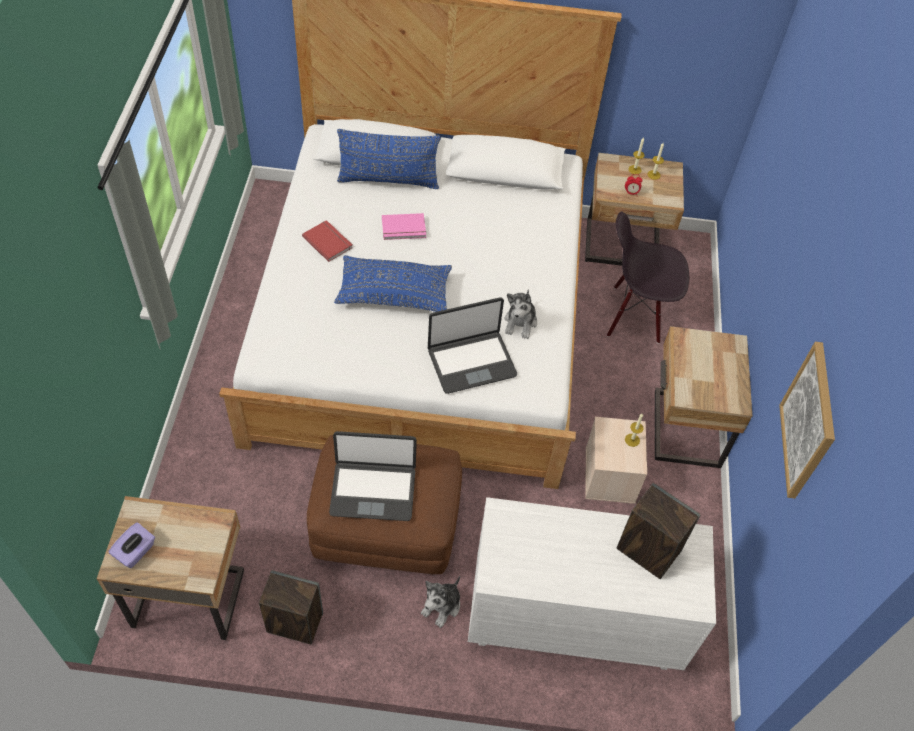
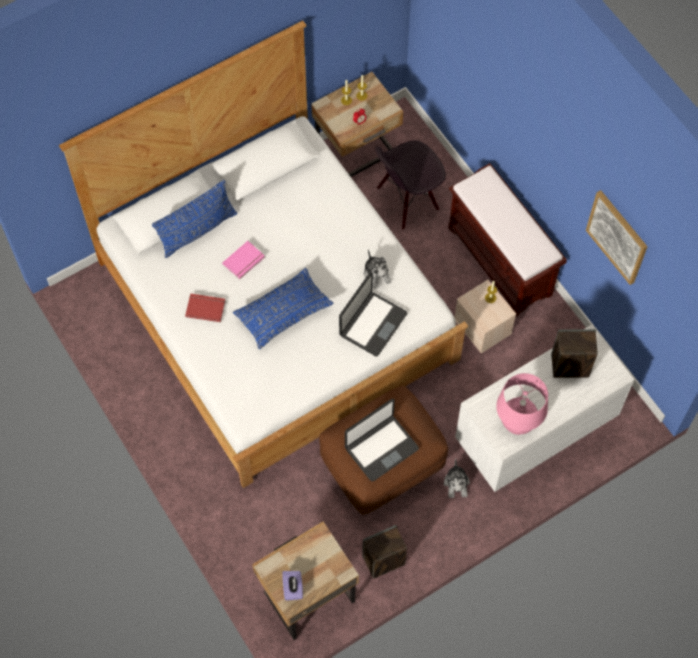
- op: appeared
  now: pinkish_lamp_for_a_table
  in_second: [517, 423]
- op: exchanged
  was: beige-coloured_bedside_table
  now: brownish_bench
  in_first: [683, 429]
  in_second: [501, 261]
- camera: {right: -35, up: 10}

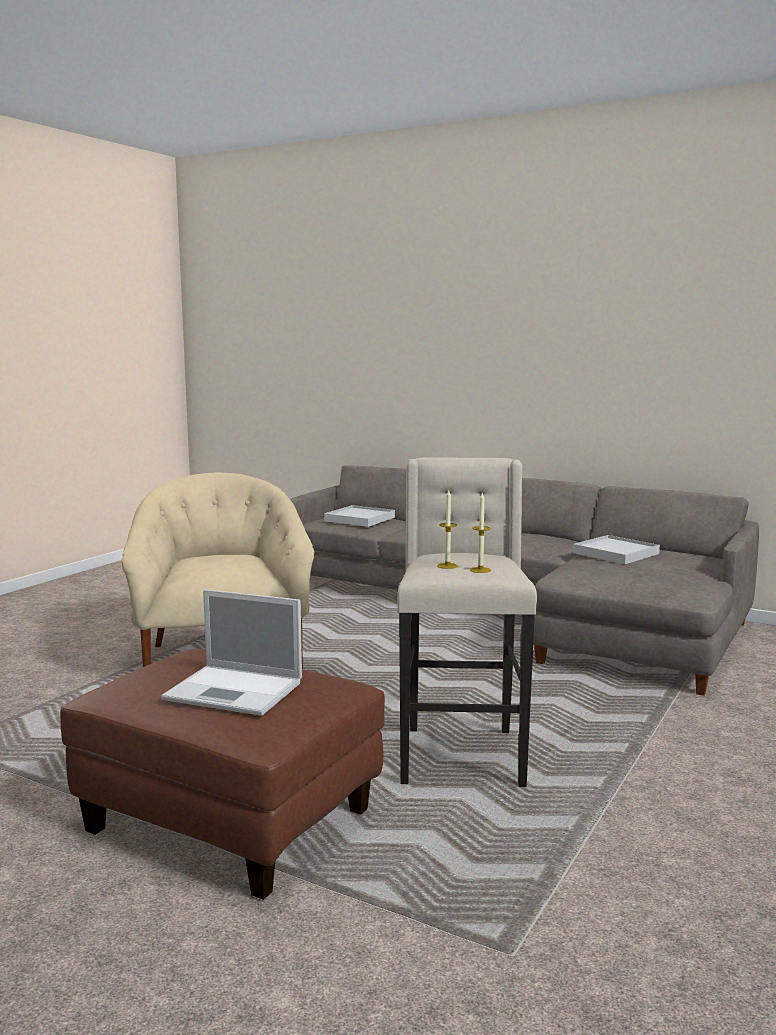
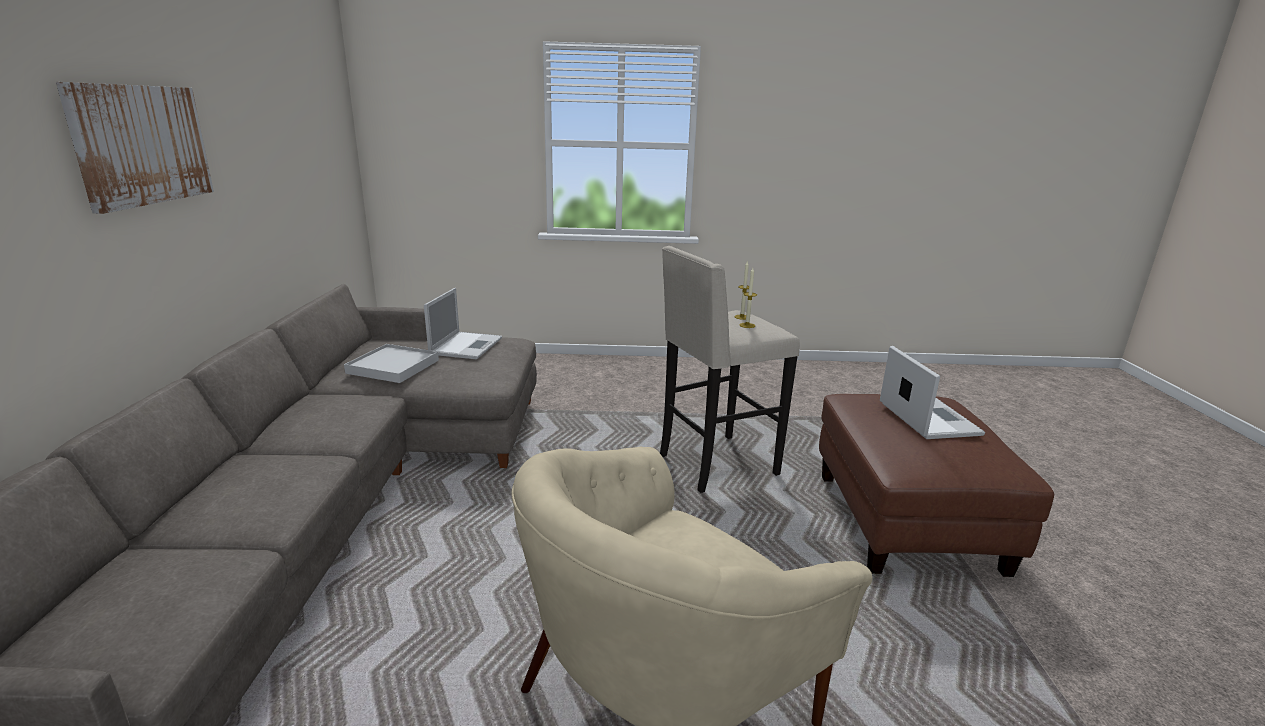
- op: missing
  was: white-coloured_tray
  in_first: [360, 519]
- op: appeared
  now: picture
  in_second: [141, 145]
- op: appeared
  now: notebook_computer
  in_second: [466, 345]
- camera: {right: -120, up: 10}

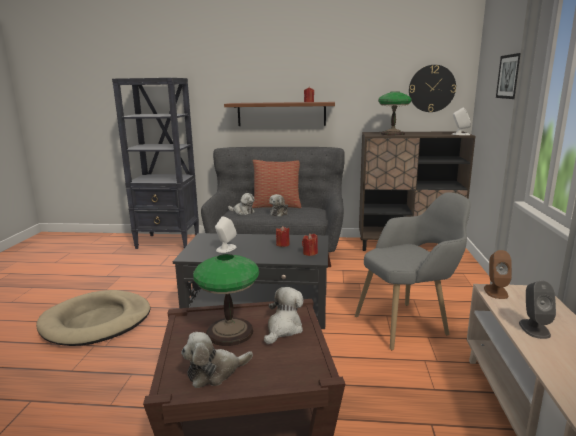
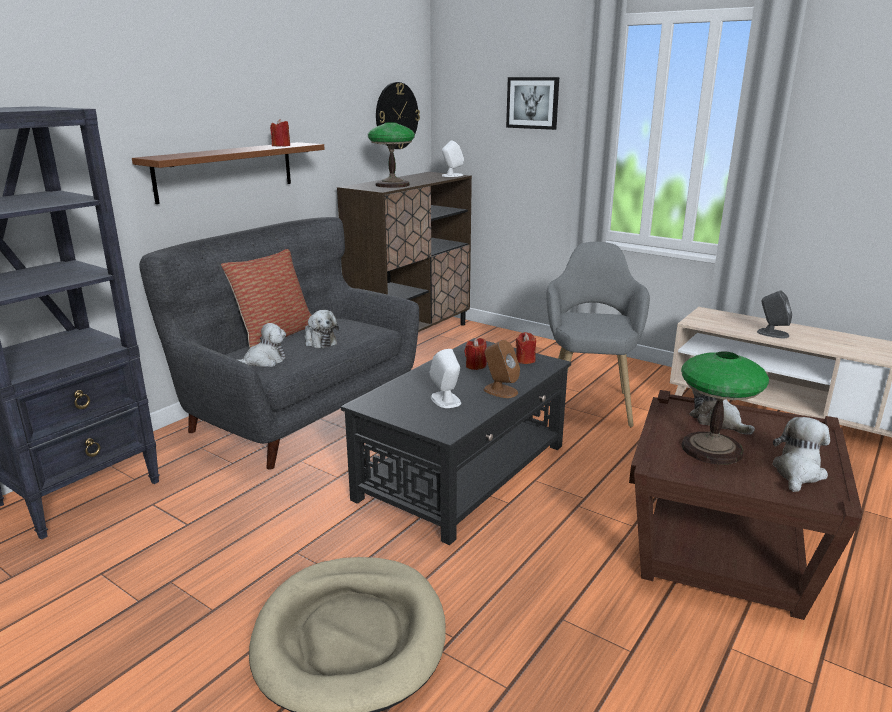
- op: relocated
  was: brownish_speaker
  in_first: [495, 291]
  in_second: [500, 391]
- op: spun
  was: soft_toy
  in_first: [215, 372]
  in_second: [797, 473]
  clockwise: -150
- camera: {right: -60, up: 5}

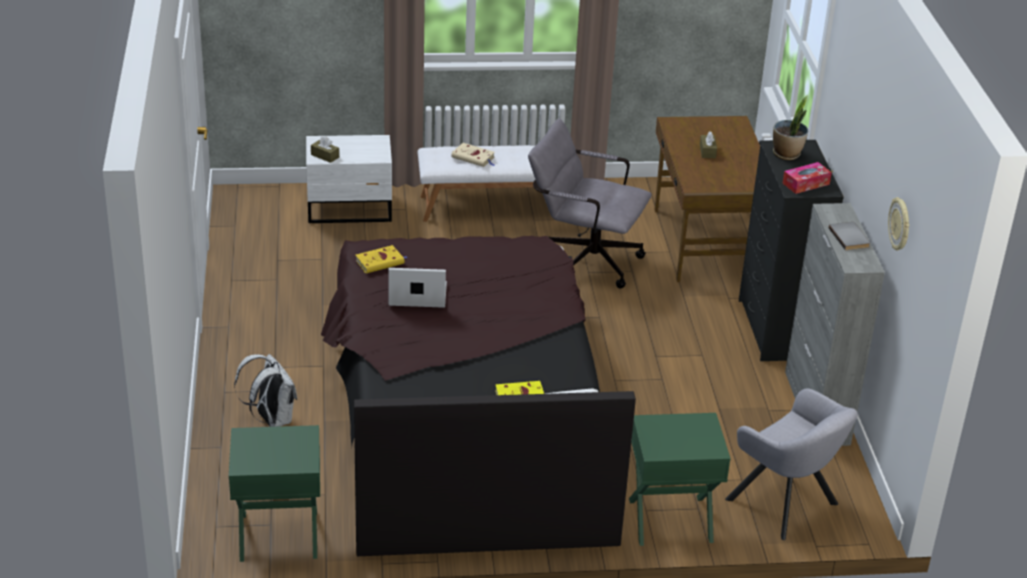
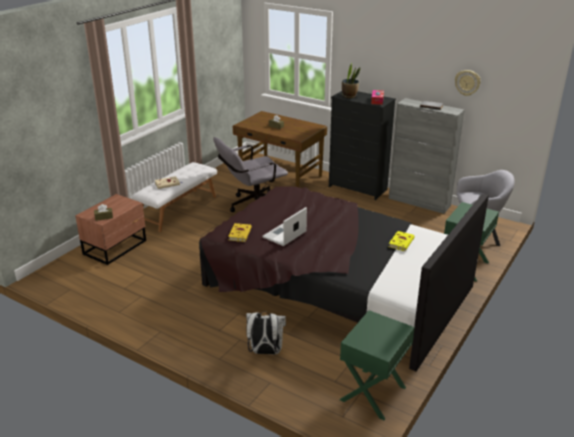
- op: colour
  was: white-coloured_bedside_table
  now: brownish_bedside_table
  in_first: [351, 209]
  in_second: [116, 247]
- camera: {right: -50, up: -5}

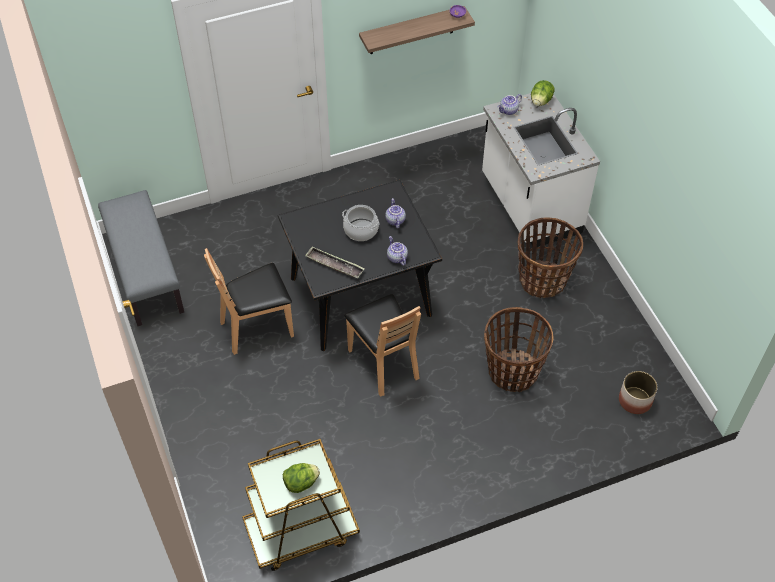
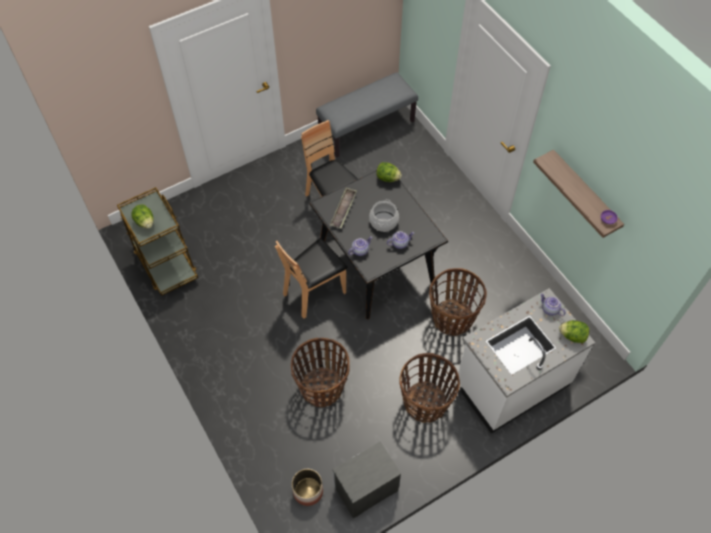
- op: appeared
  now: bedside_table
  in_second: [365, 489]
- op: appeared
  now: head_of_lettuce
  in_second: [387, 178]
- op: appeared
  now: basket
  in_second: [452, 318]
- camera: {right: 80, up: 5}

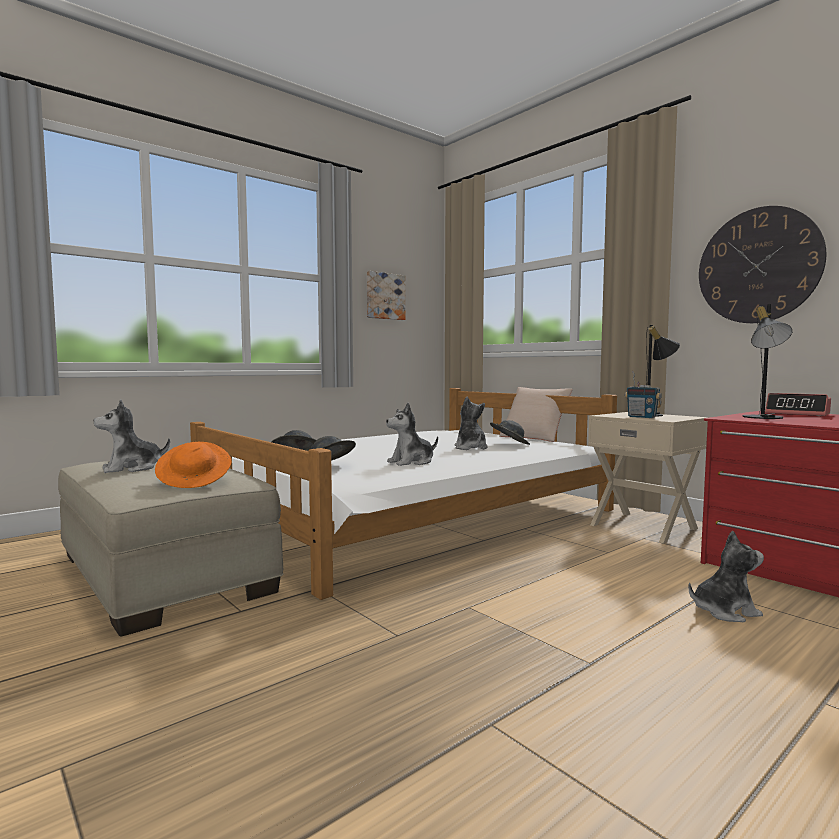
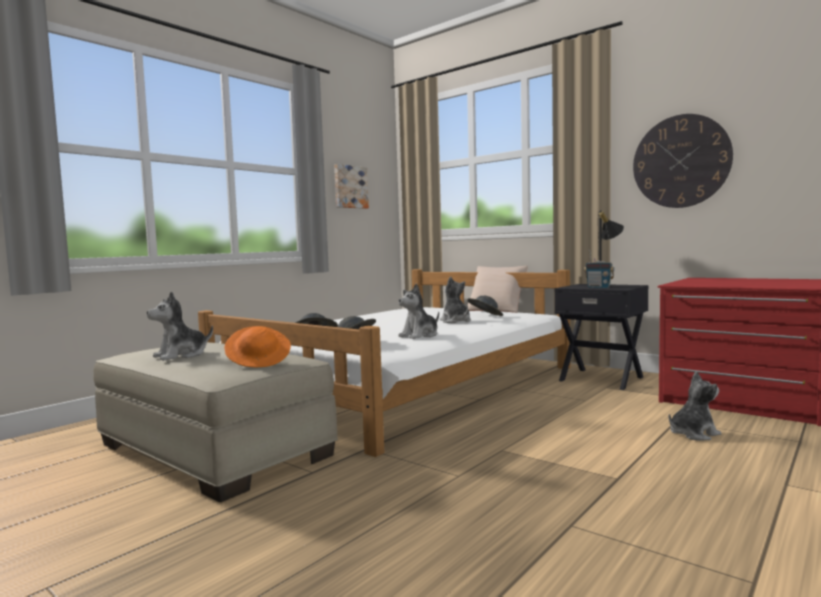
- op: missing
  was: black-coloured_lamp_for_a_table
  in_first: [763, 418]
- op: missing
  was: bedside_clock
  in_first: [798, 414]
- op: colour
  was: beige-coloured_bedside_table
  now: black-coloured_bedside_table
  in_first: [644, 526]
  in_second: [601, 378]
- camera: {right: -10, up: 0}

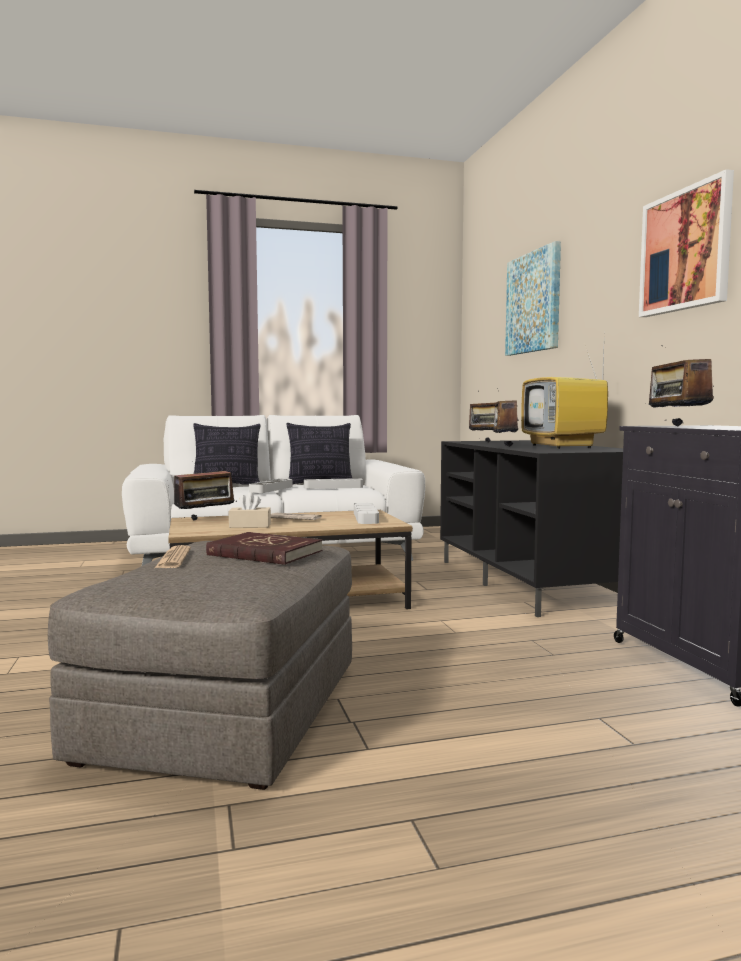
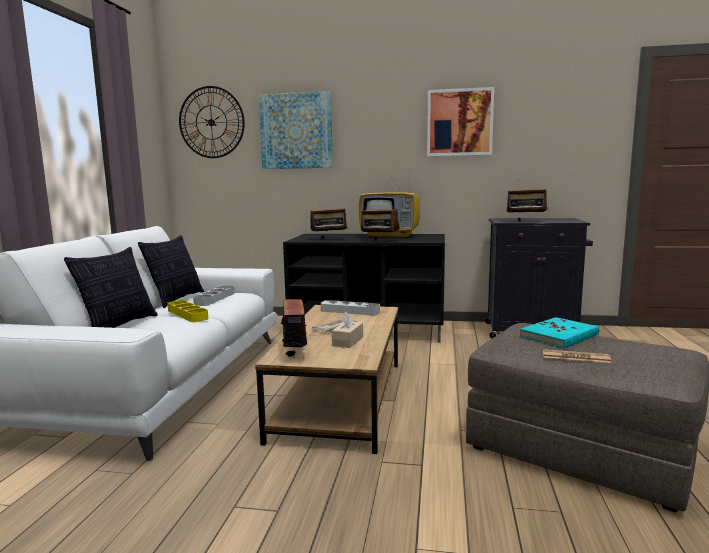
- op: appeared
  now: wall_clock
  in_second: [211, 122]
- op: colour
  was: red-coloured_bound_book
  now: blue-green_bound_book
  in_first: [264, 553]
  in_second: [559, 336]
- op: colour
  was: grey_tray
  now: yellowish_tray
  in_first: [271, 489]
  in_second: [187, 314]
- camera: {right: -65, up: 5}

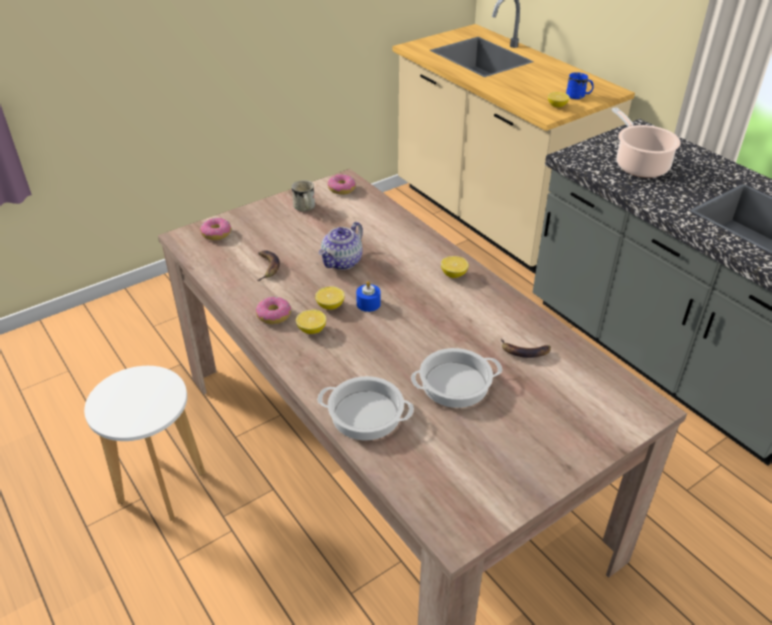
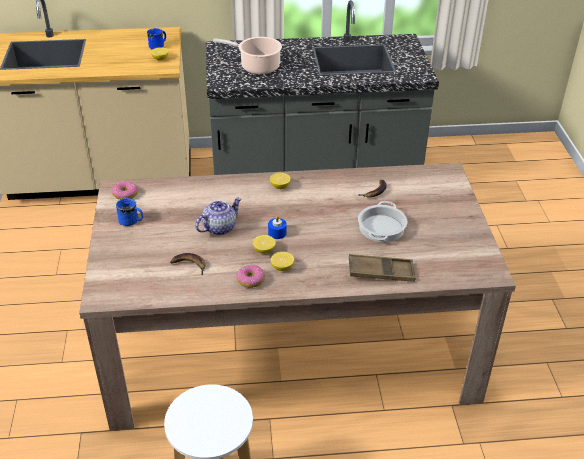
- op: missing
  was: ring_doughnut
  in_first: [216, 234]
- op: exchanged
  was: cooking_pot
  now: brownish_tray
  in_first: [366, 414]
  in_second: [381, 272]
- op: colour
  was: white-coloured_tea_mug
  now: bluish_tea_mug
  in_first: [304, 209]
  in_second: [131, 221]
- op: spun
  was: pot_for_tea
  in_first: [342, 262]
  in_second: [219, 227]
  clockwise: -105
- camera: {right: -60, up: 0}

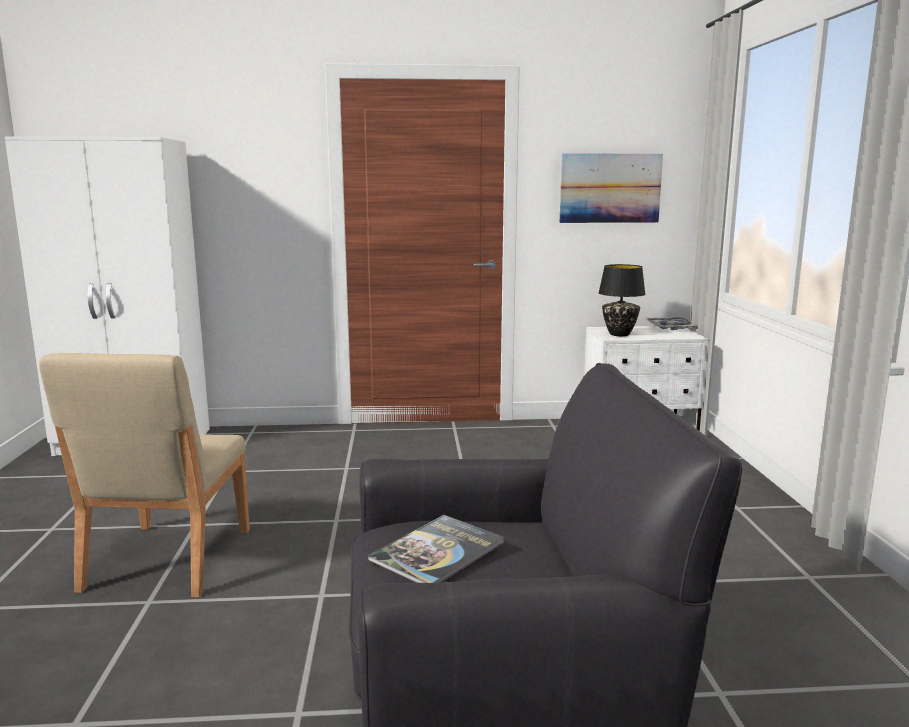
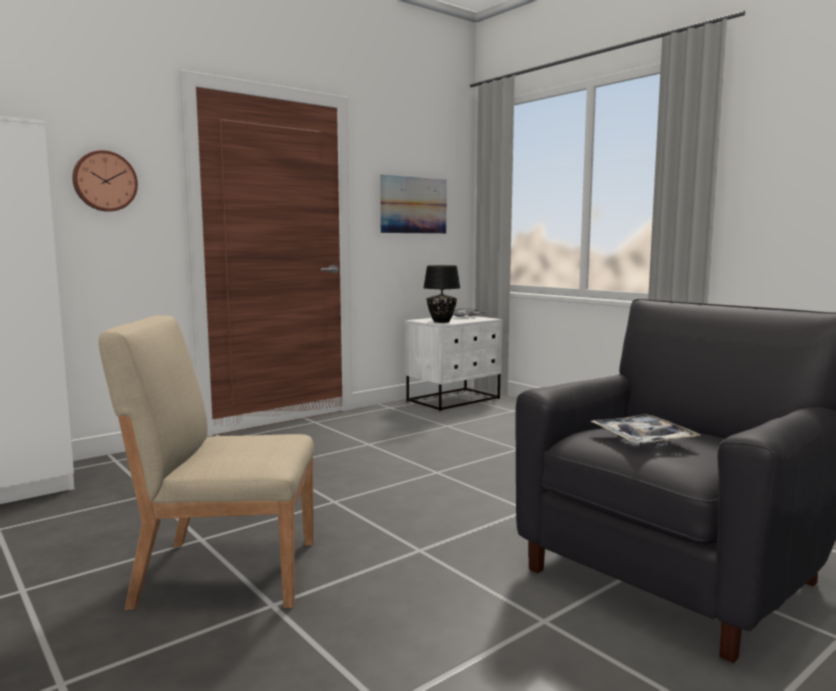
- op: appeared
  now: wall_clock
  in_second: [104, 181]
- op: exchanged
  was: bound_book
  now: tray
  in_first: [437, 552]
  in_second: [643, 439]
- op: spun
  was: beige-coloured_plain_chair
  in_first: [166, 560]
  in_second: [226, 572]
  clockwise: 120
- camera: {right: -35, up: -5}

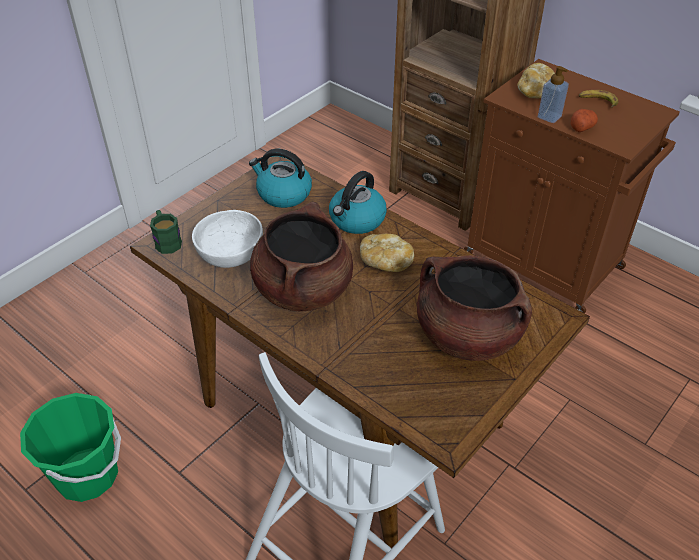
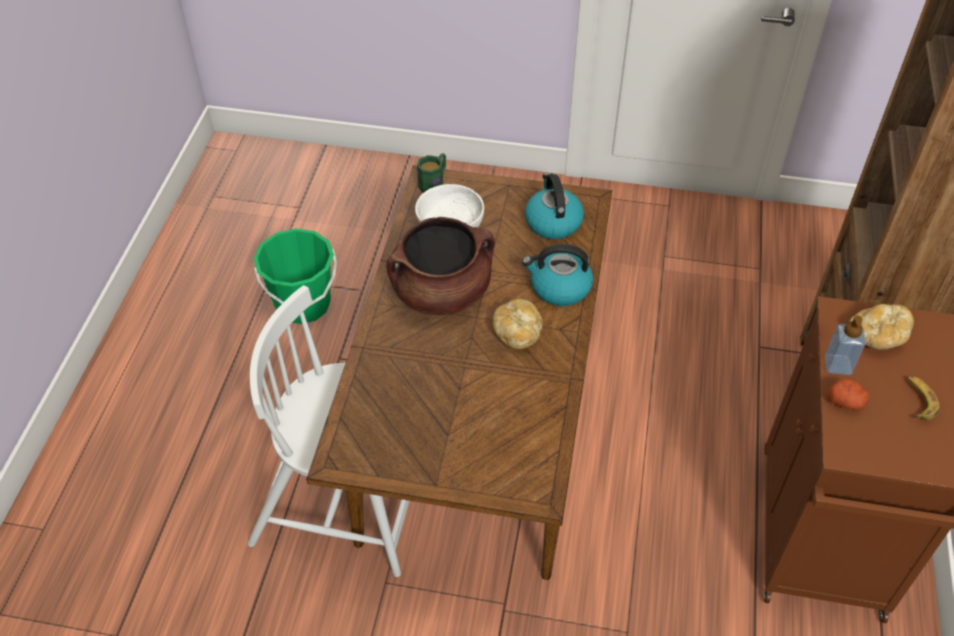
- op: missing
  was: brownish_cooking_pot
  in_first: [467, 336]
- camera: {right: 60, up: 5}

